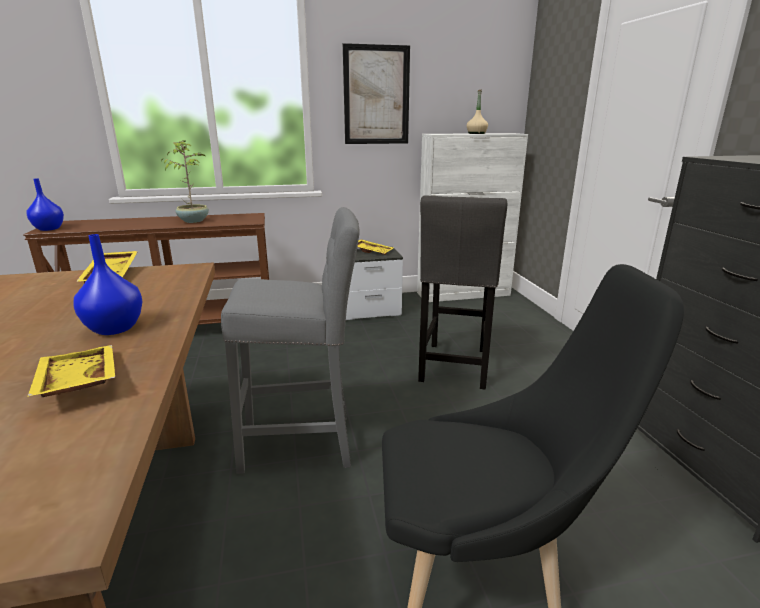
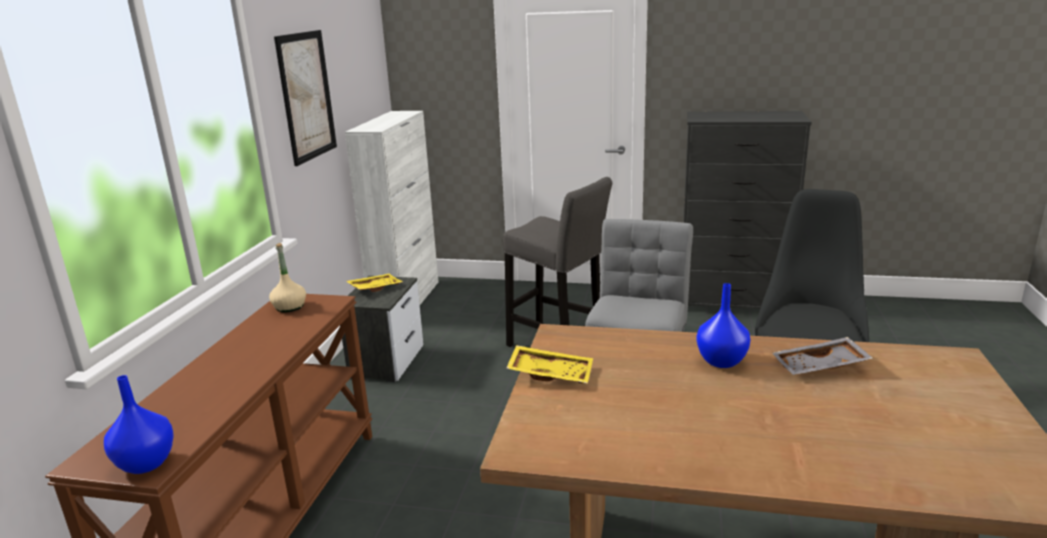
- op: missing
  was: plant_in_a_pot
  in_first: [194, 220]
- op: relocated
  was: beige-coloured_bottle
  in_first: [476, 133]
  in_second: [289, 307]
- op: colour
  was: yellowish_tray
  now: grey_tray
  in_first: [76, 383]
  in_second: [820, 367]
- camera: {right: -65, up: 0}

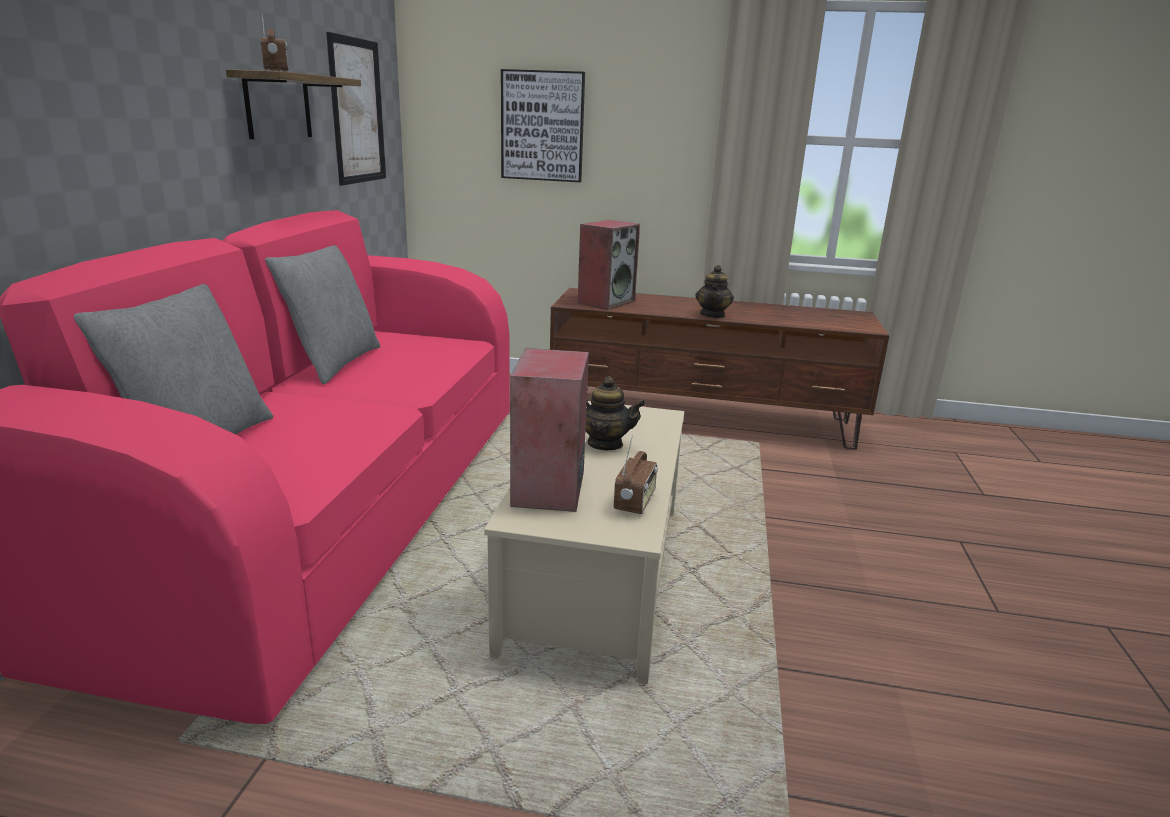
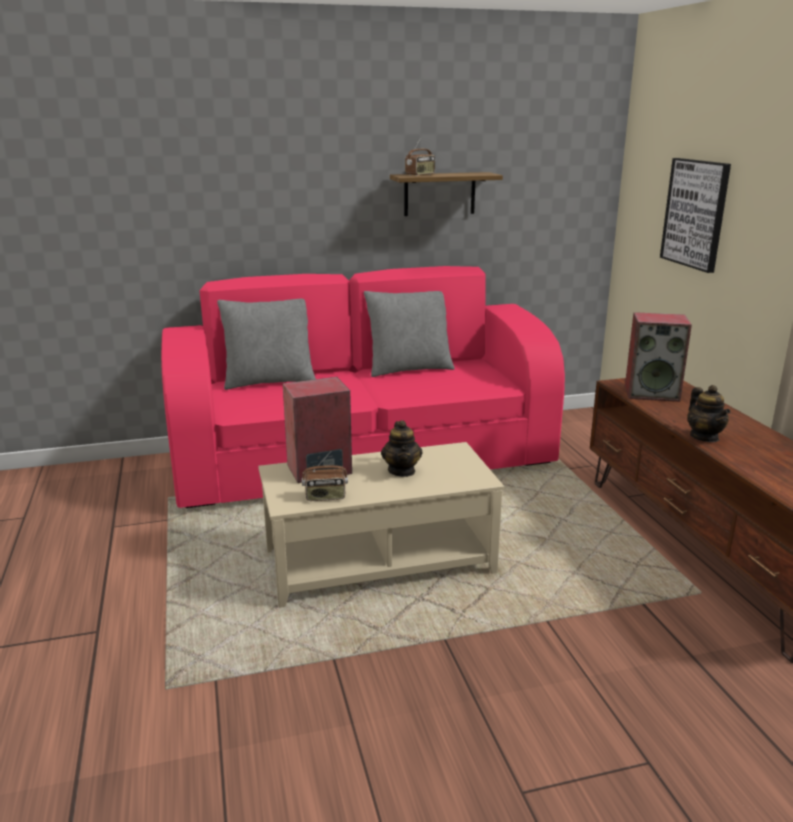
- op: missing
  was: picture
  in_first: [357, 111]
- op: spun
  was: pot_for_tea
  in_first: [713, 315]
  in_second: [704, 437]
  clockwise: -90
- camera: {right: 65, up: 0}

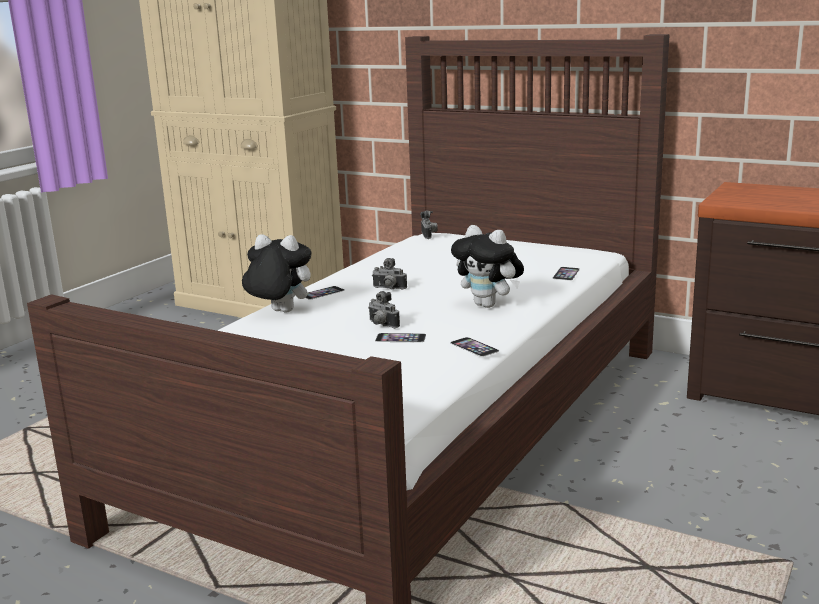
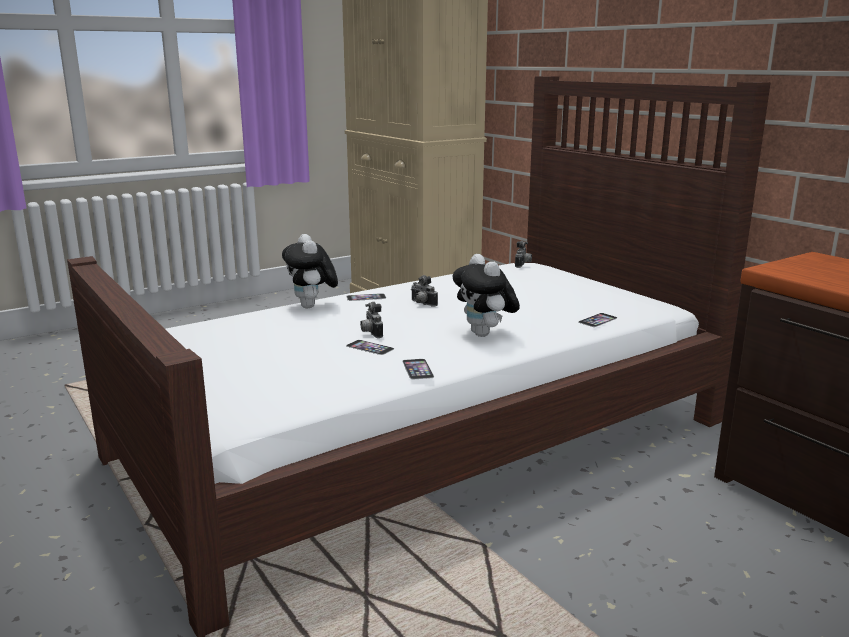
- op: spun
  was: soft_toy
  in_first: [279, 312]
  in_second: [312, 306]
  clockwise: -150
- camera: {right: 25, up: 0}

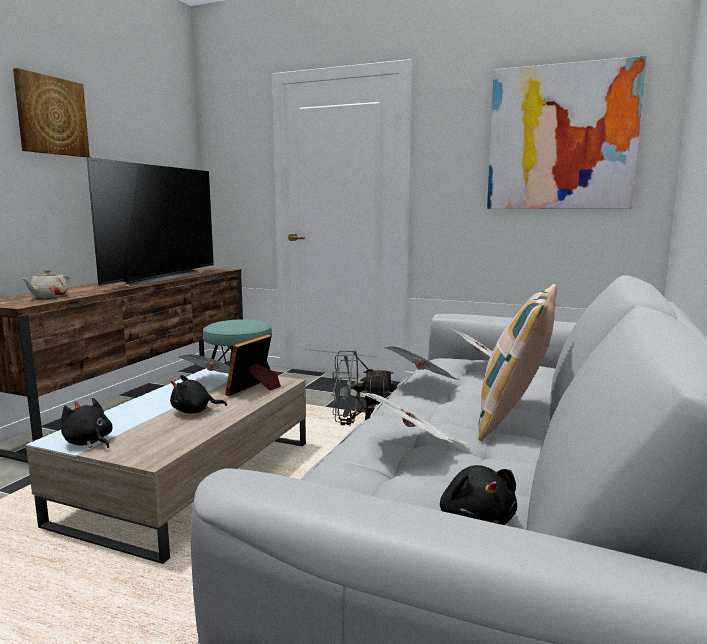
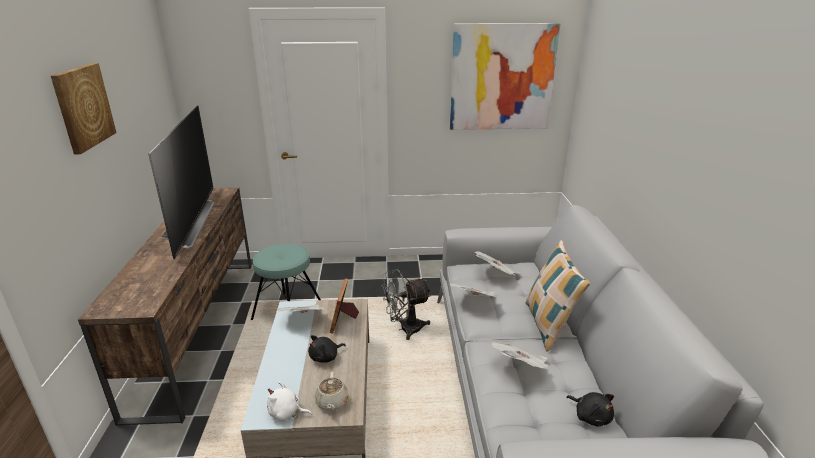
- op: relocated
  was: beige-coloured_pot_for_tea
  in_first: [48, 296]
  in_second: [332, 402]
- op: colour
  was: black-coloured_soft_toy
  now: white-coloured_soft_toy
  in_first: [89, 442]
  in_second: [286, 413]
- camera: {right: -25, up: 15}

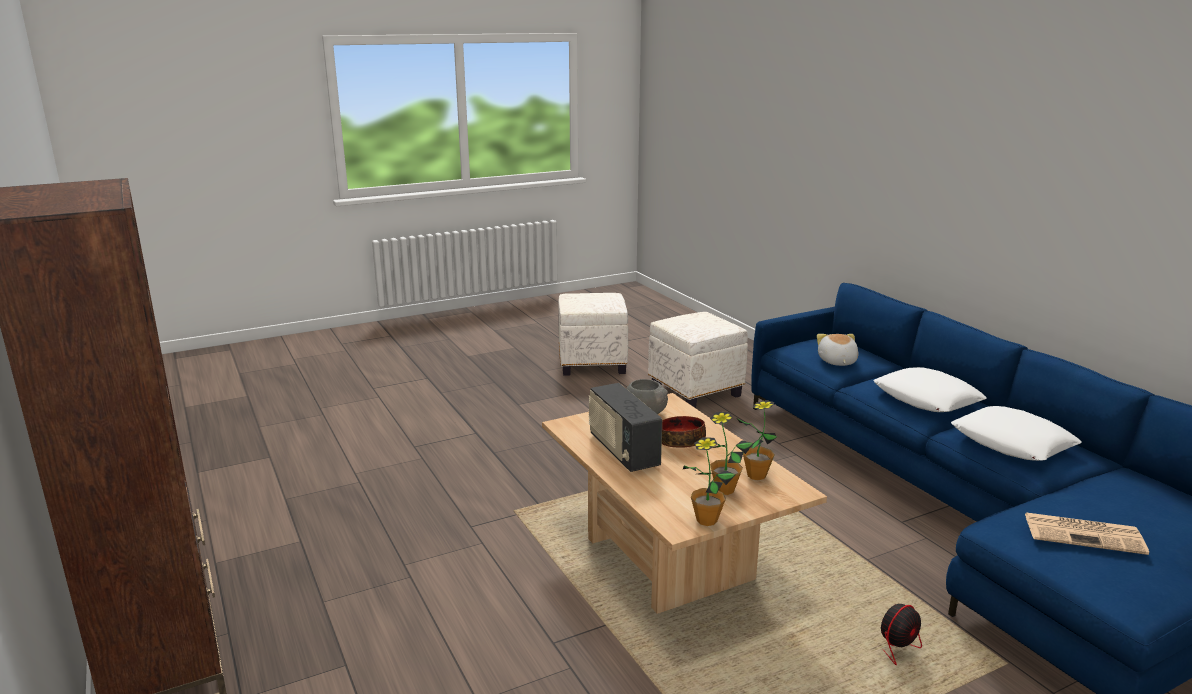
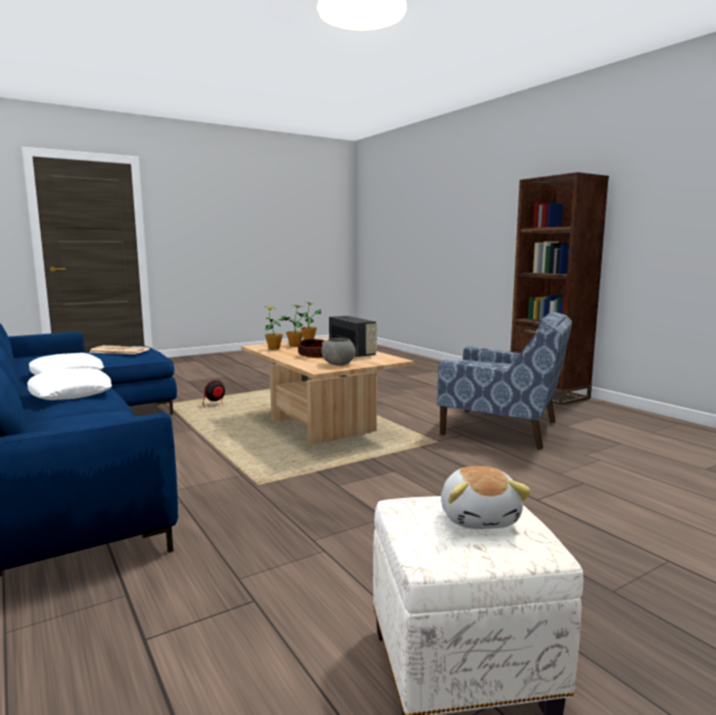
- op: missing
  was: white-coloured_pouffe
  in_first: [694, 390]
- op: appeared
  now: bluish_armchair
  in_second: [502, 429]
- op: relocated
  was: soft_toy
  in_first: [836, 362]
  in_second: [480, 518]
- camera: {right: 175, up: -10}

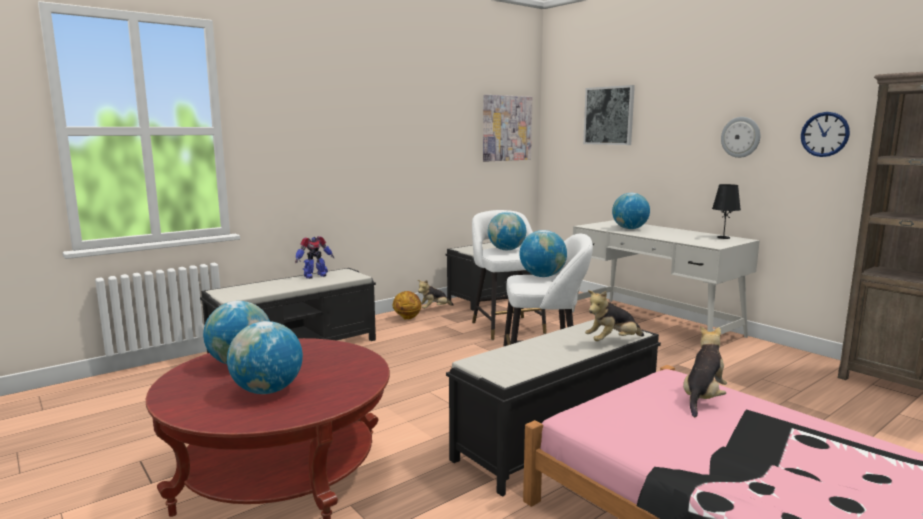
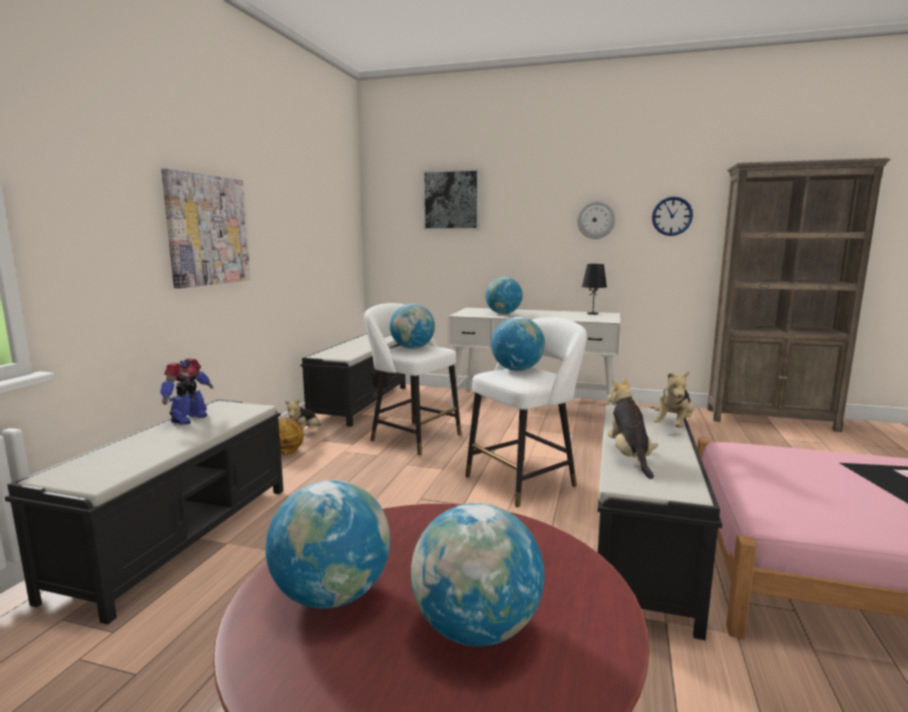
- op: relocated
  was: picture
  in_first: [506, 128]
  in_second: [207, 230]
- op: relocated
  was: soft_toy
  in_first: [702, 398]
  in_second: [629, 457]
- camera: {right: -35, up: 0}

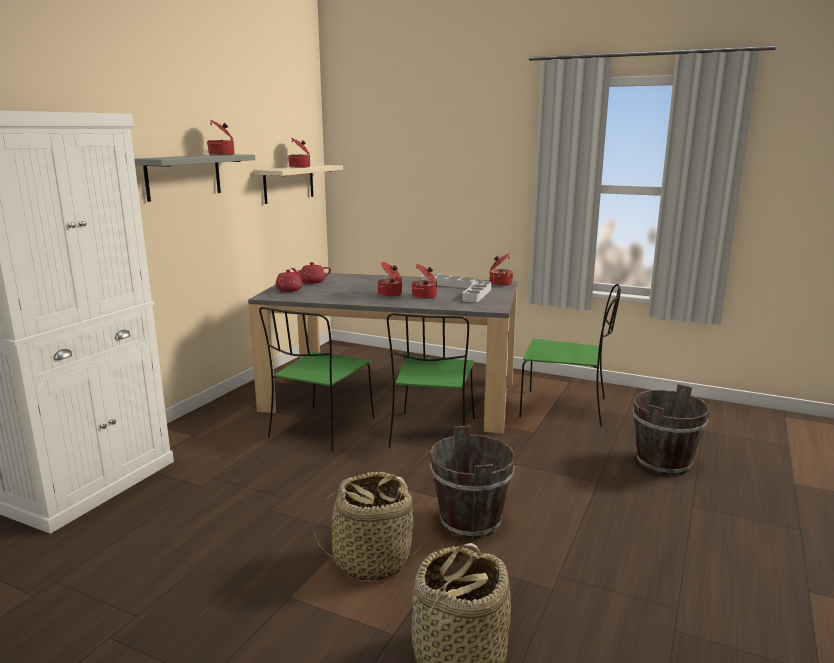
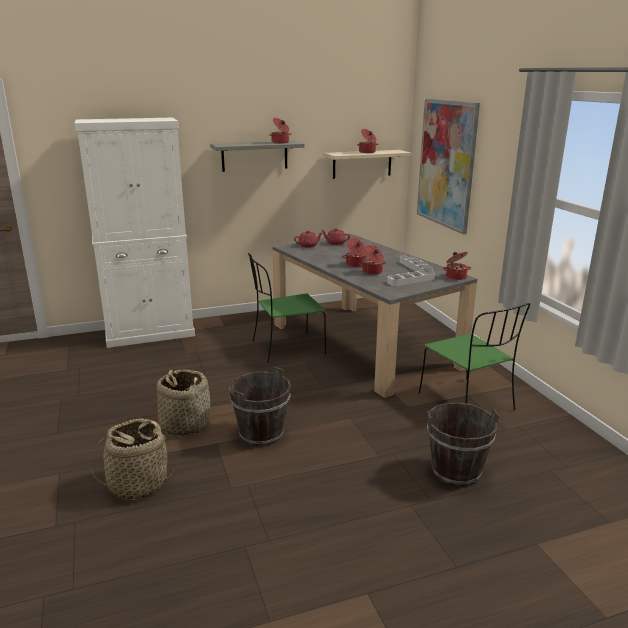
- op: missing
  was: green_plain_chair
  in_first: [432, 434]
- op: appeared
  now: picture
  in_second: [446, 164]
- camera: {right: 45, up: 5}

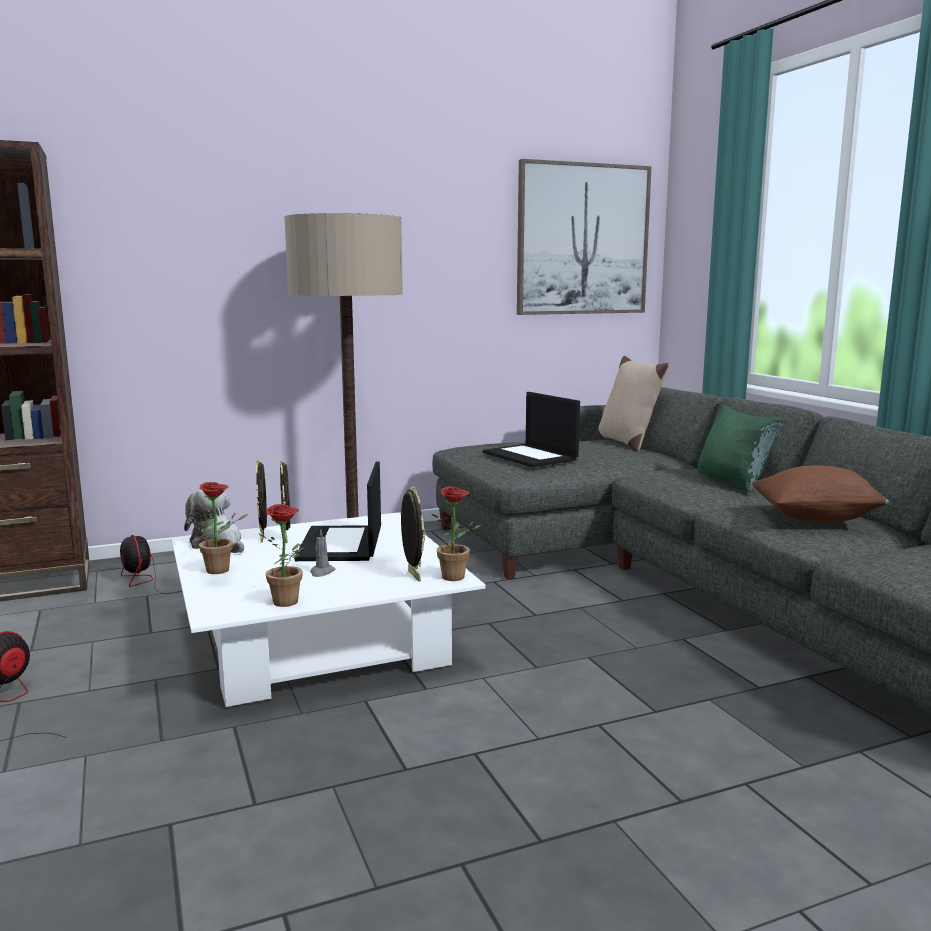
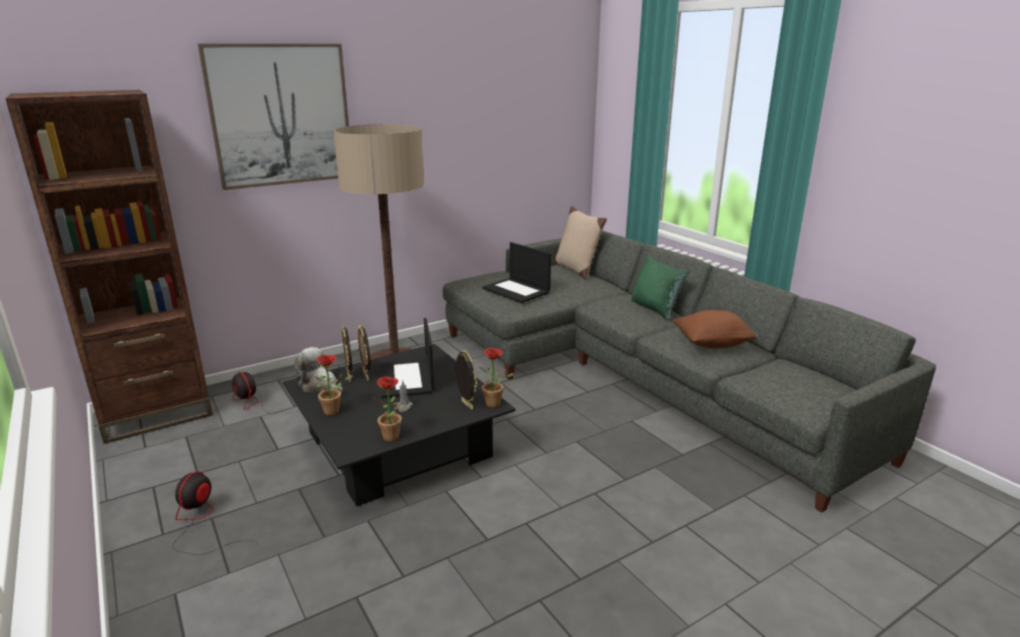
- op: relocated
  was: picture
  in_first: [582, 239]
  in_second: [281, 115]
- op: colour
  was: white-coloured_coffee_table
  now: black-coloured_coffee_table
  in_first: [320, 641]
  in_second: [399, 445]
- camera: {right: -10, up: 10}

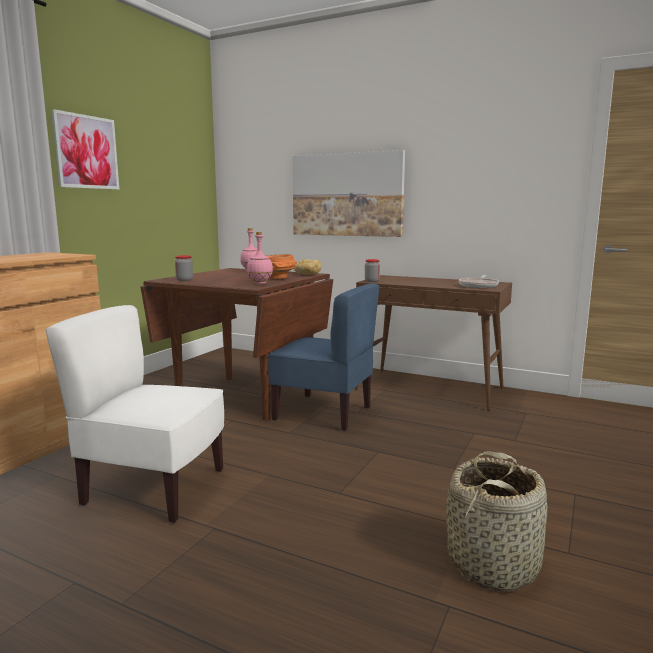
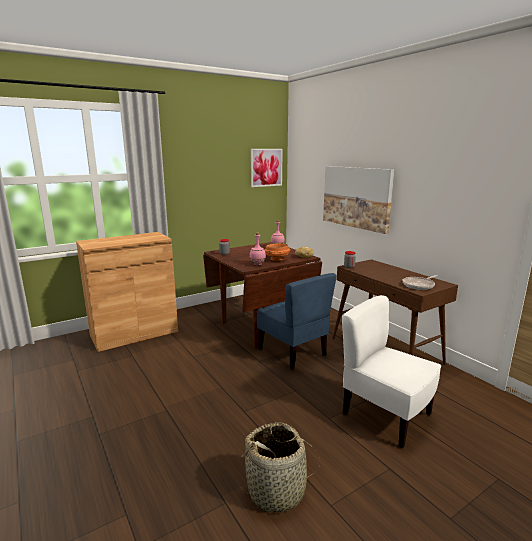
- op: relocated
  was: white-coloured_plain_chair
  in_first: [153, 488]
  in_second: [385, 415]
- op: relocated
  was: picture
  in_first: [86, 152]
  in_second: [266, 167]
- camera: {right: 30, up: 5}

